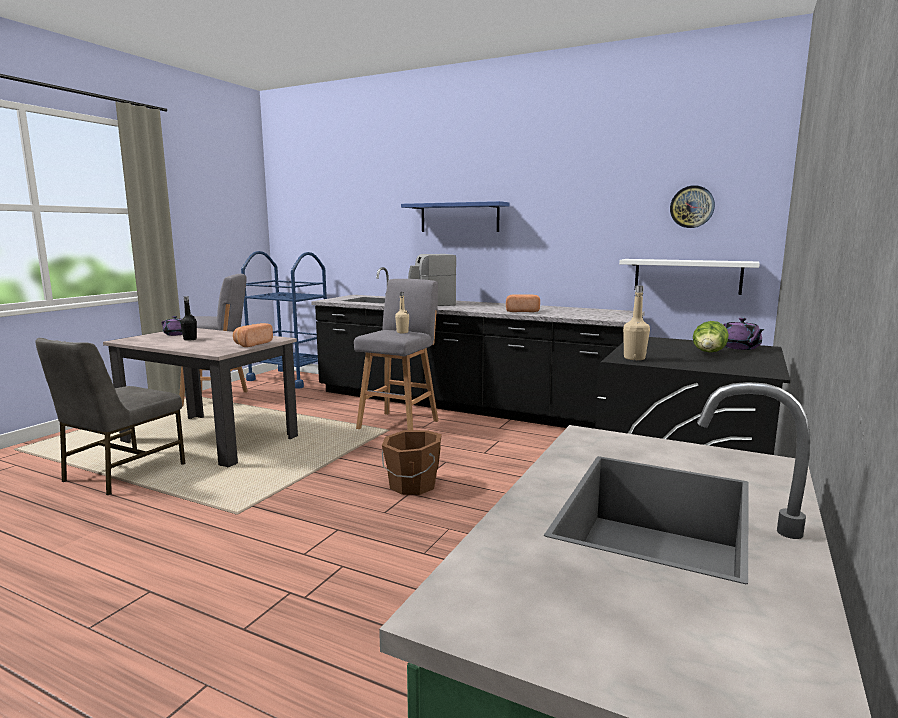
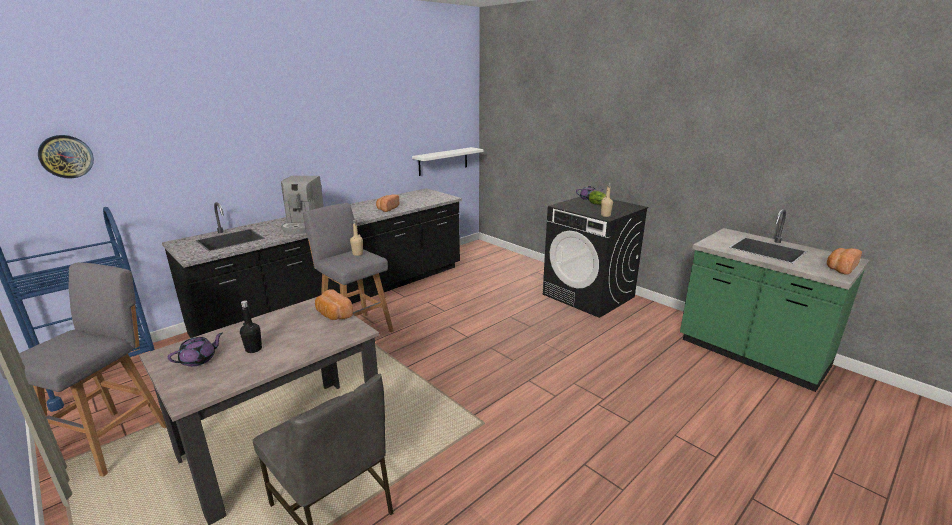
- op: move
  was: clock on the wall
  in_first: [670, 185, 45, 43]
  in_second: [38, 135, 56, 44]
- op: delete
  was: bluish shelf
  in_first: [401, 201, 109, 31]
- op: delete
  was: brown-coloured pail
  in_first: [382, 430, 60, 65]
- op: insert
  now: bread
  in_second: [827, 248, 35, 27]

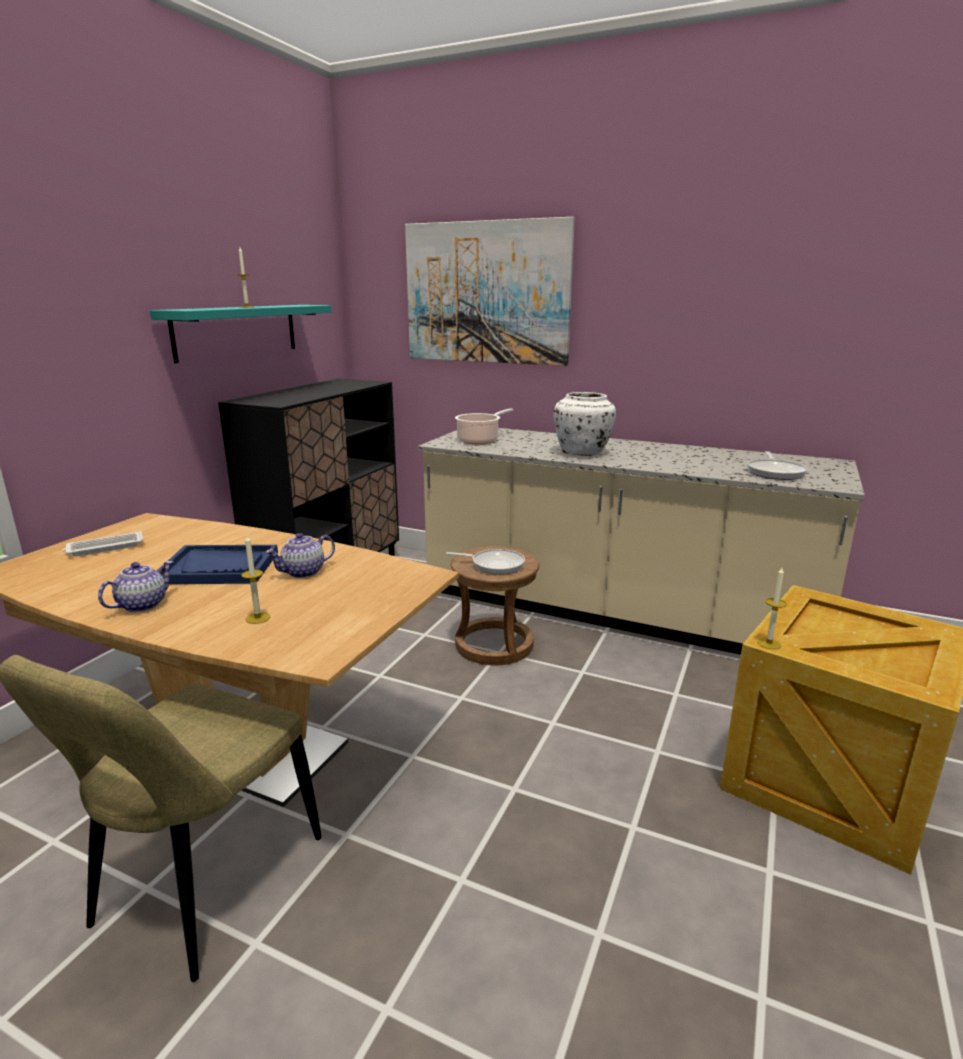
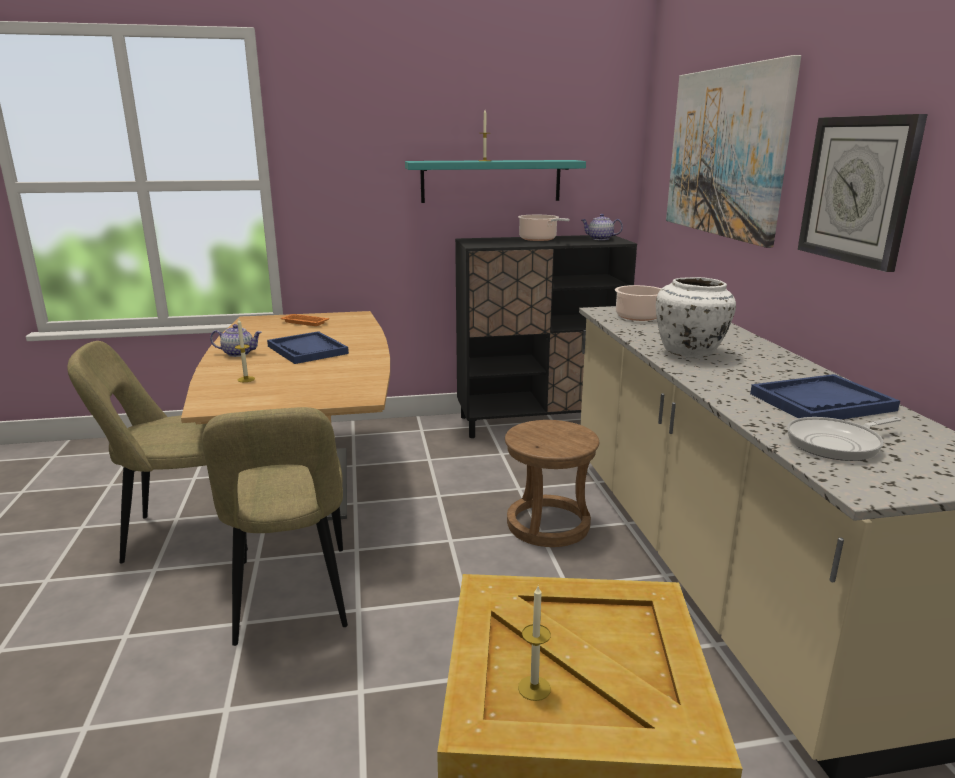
- op: recolor
  was: whitish tray
  now: orangey tray
  in_first: [62, 531, 82, 25]
  in_second: [281, 314, 48, 12]
- op: move
  was: teapot
  in_first: [266, 533, 69, 45]
  in_second: [581, 214, 42, 26]
- op: delete
  was: pan
  in_first: [446, 549, 79, 26]
- op: move
  was: candle
  in_first: [757, 568, 30, 81]
  in_second: [518, 586, 33, 115]
- op: insert
  now: clock on the wall
  in_second: [798, 114, 130, 158]
- op: insert
  now: saucepot
  in_second: [518, 215, 52, 26]
- op: insert
  now: bluish tray
  in_second: [750, 374, 150, 46]
- op: insert
  now: beige-coloured chair
  in_second: [202, 407, 146, 239]

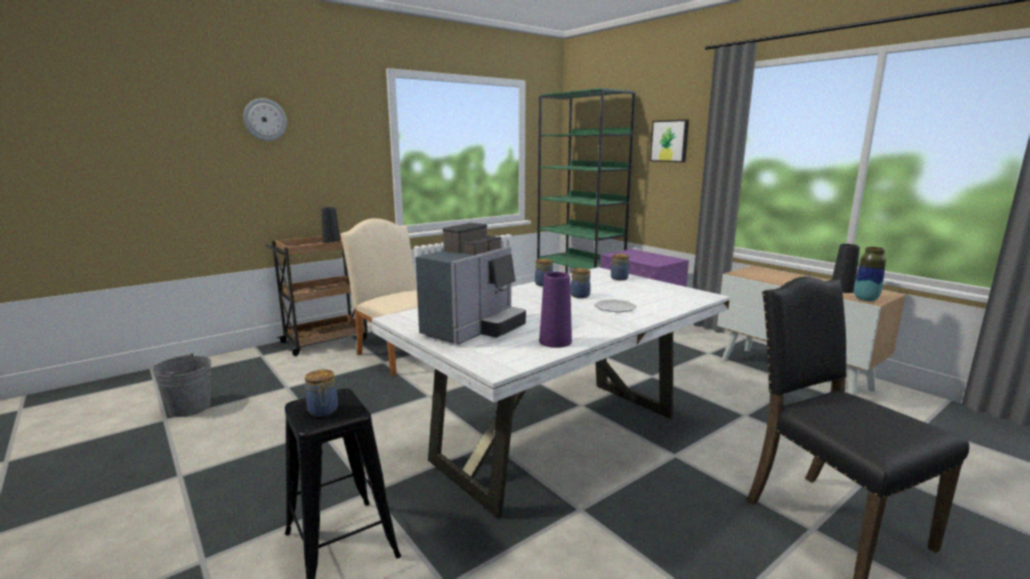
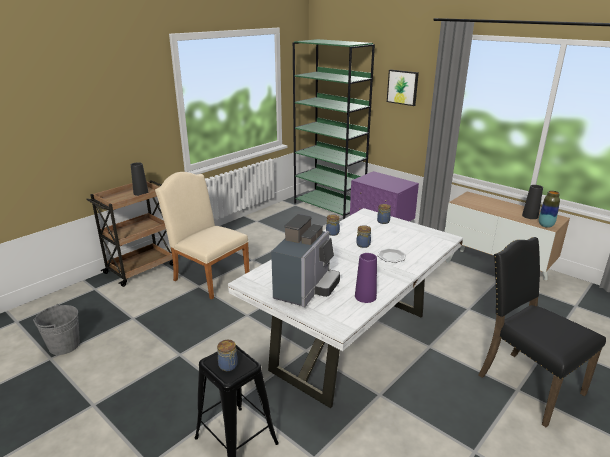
- op: delete
  was: clock on the wall
  in_first: [243, 98, 44, 43]

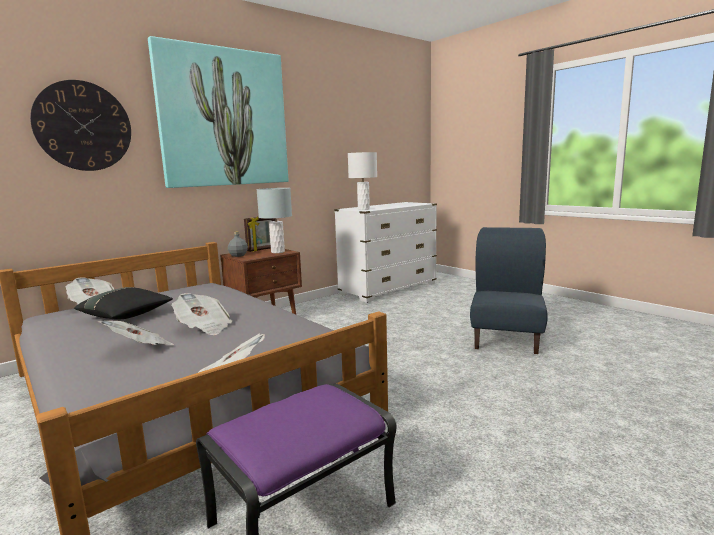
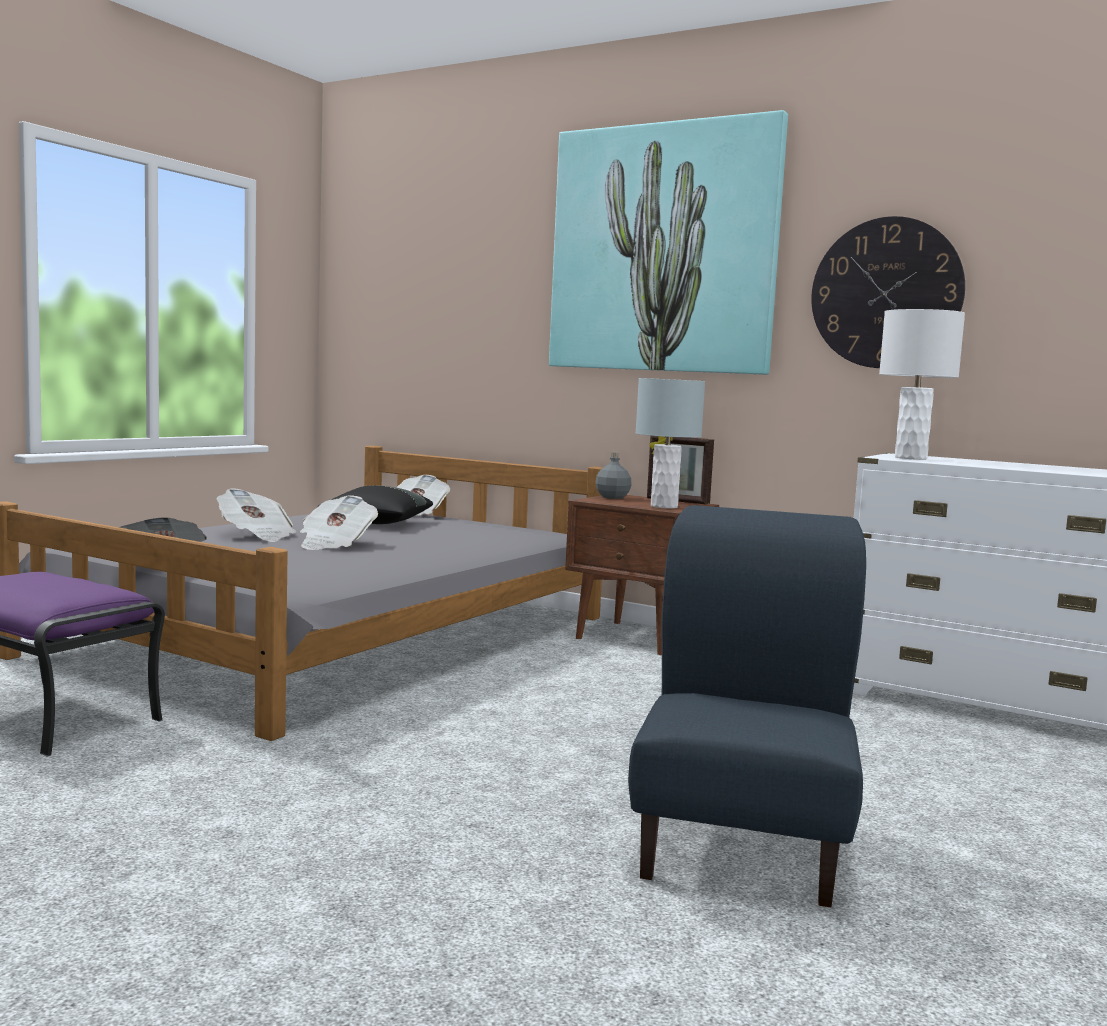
- op: move
  was: clock on the wall
  in_first: [30, 80, 101, 91]
  in_second: [811, 216, 154, 152]
- op: rotate
  was: bluish chair
  in_first: [470, 227, 78, 127]
  in_second: [628, 505, 238, 402]
  clockwise: -75

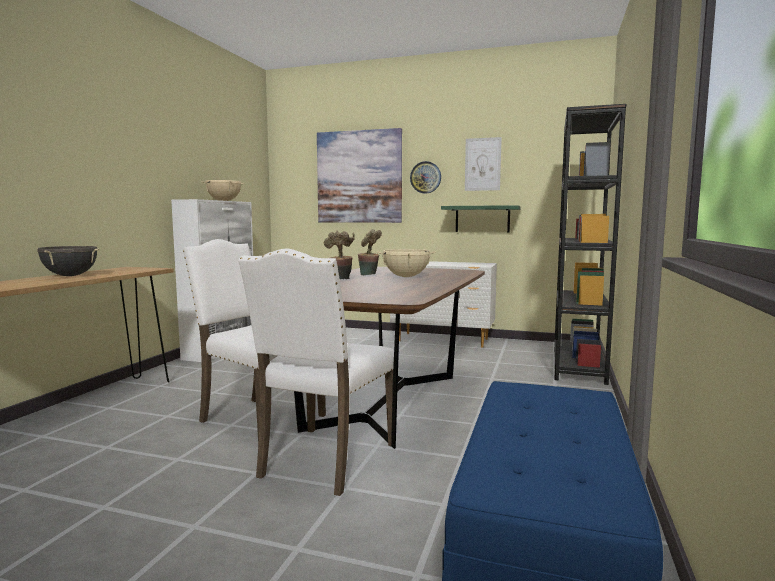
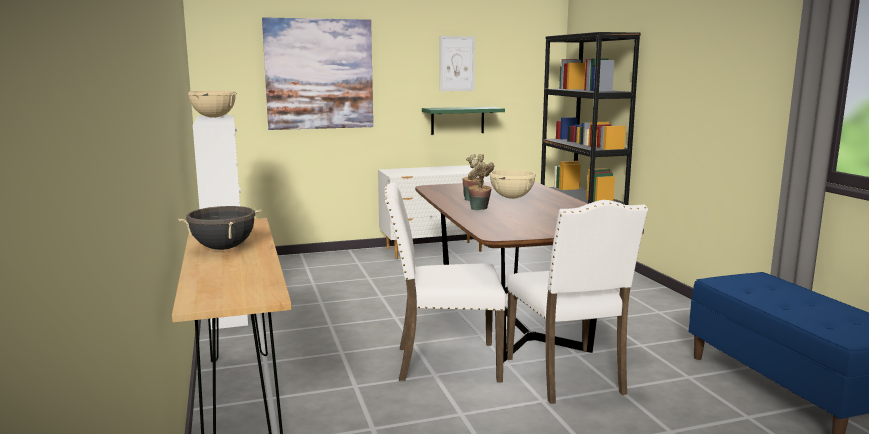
- op: delete
  was: clock on the wall
  in_first: [410, 161, 31, 33]

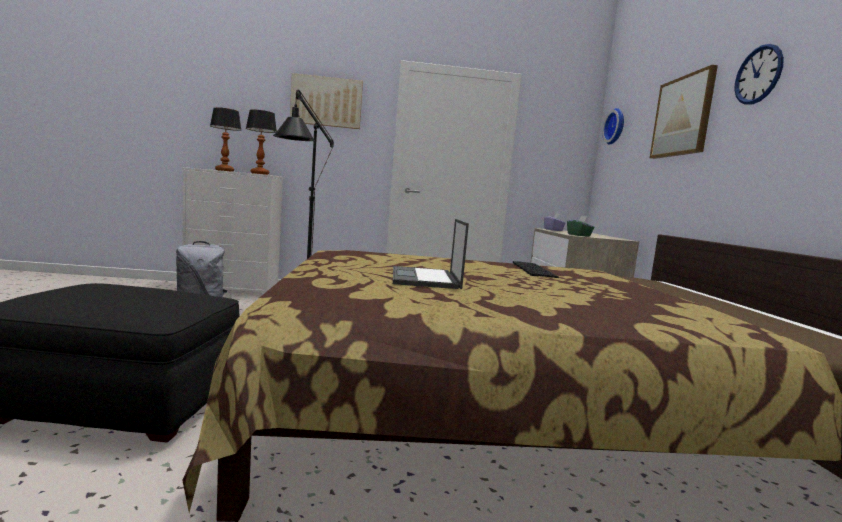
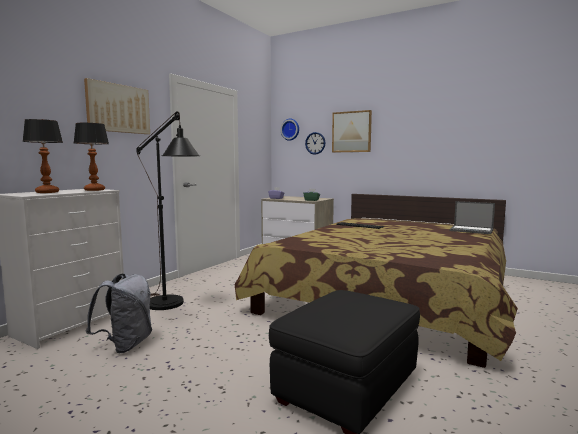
- op: move
  was: clock on the wall
  in_first: [734, 44, 50, 61]
  in_second: [305, 132, 20, 23]
- op: move
  was: laptop
  in_first: [393, 219, 76, 70]
  in_second: [450, 201, 45, 33]

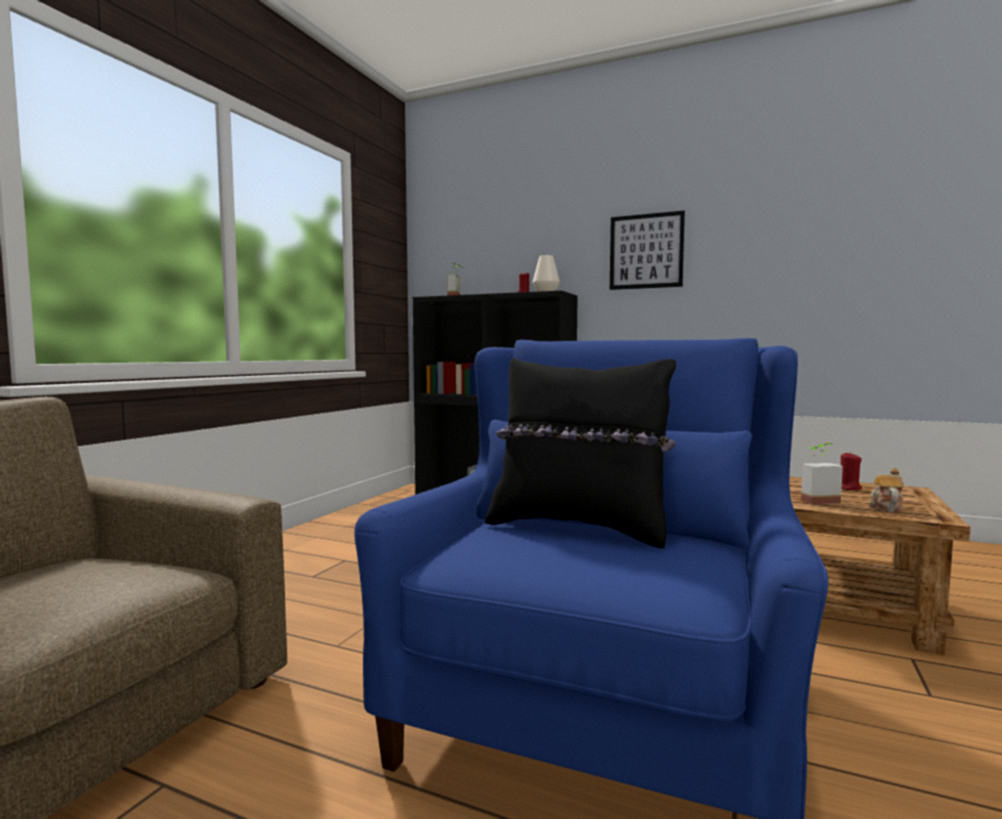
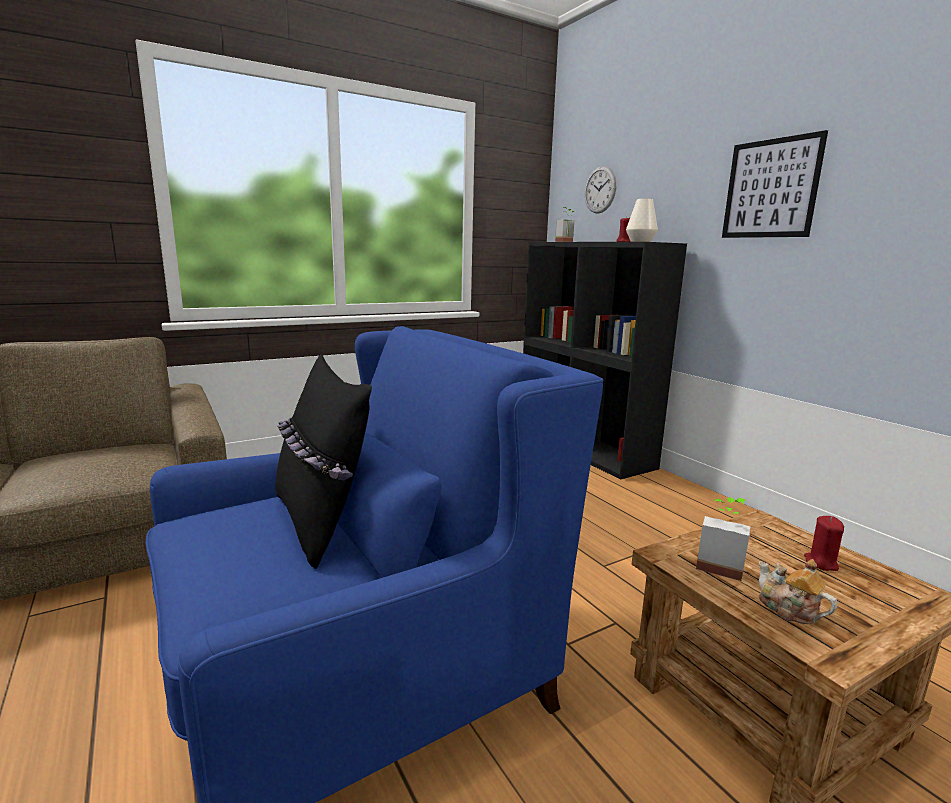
- op: rotate
  was: teapot
  in_first: [869, 468, 35, 44]
  in_second: [759, 559, 78, 65]
  clockwise: -90
- op: insert
  now: clock on the wall
  in_second: [585, 166, 31, 48]

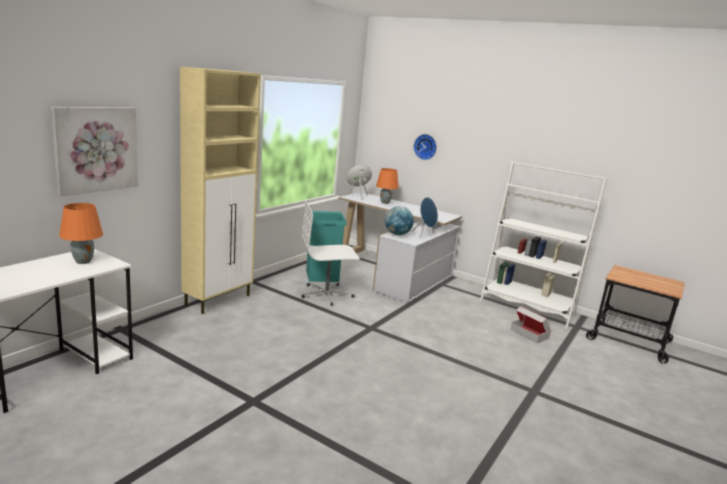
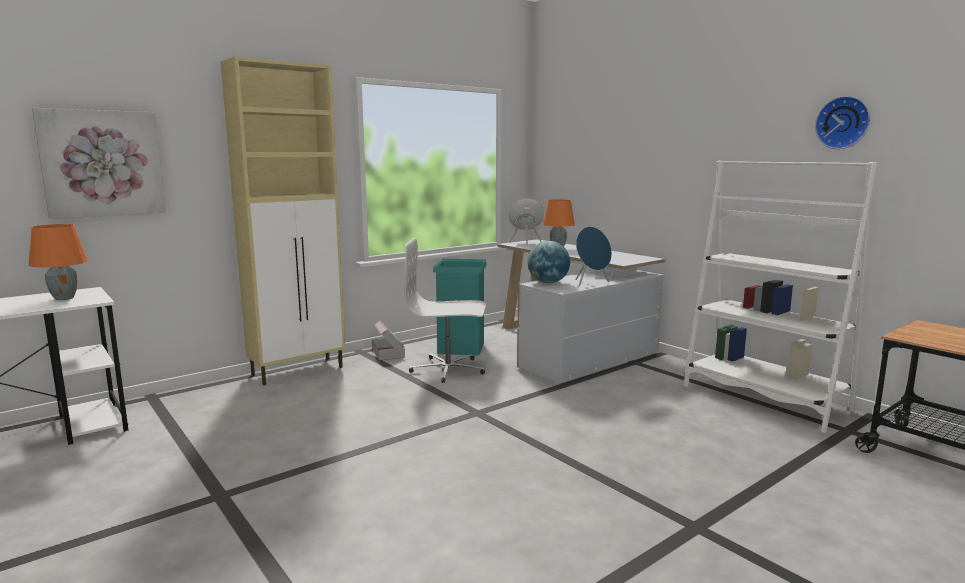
- op: move
  was: clock on the wall
  in_first: [414, 134, 23, 26]
  in_second: [815, 96, 55, 53]
- op: move
  was: carton
  in_first: [510, 306, 41, 37]
  in_second: [372, 320, 33, 40]

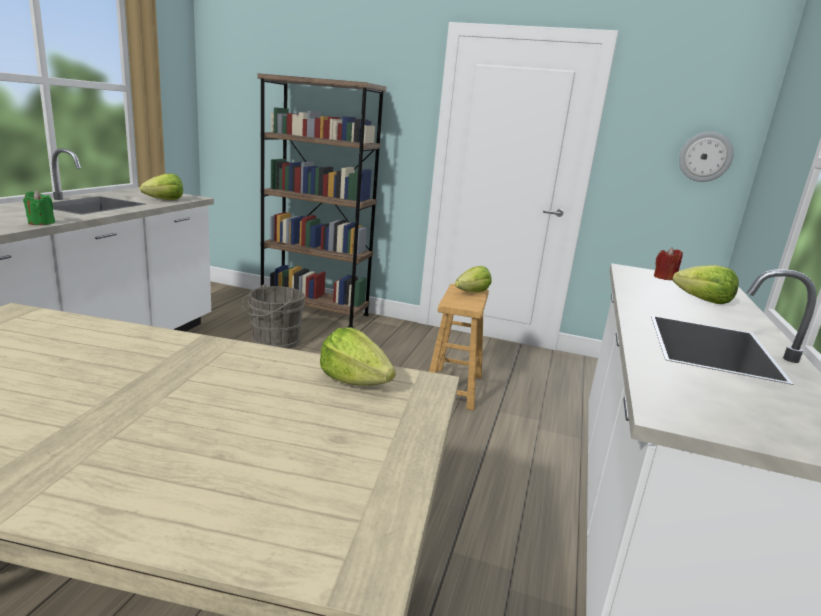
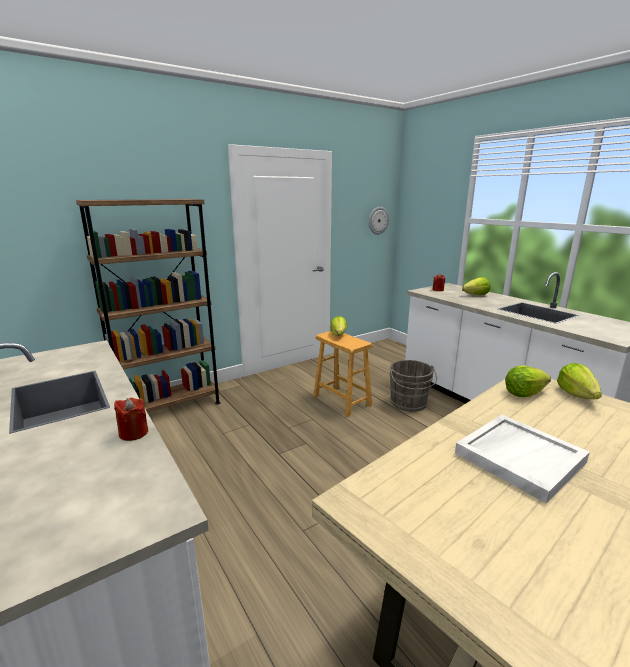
- op: move
  was: lettuce head
  in_first: [140, 174, 43, 26]
  in_second: [557, 363, 45, 36]
- op: recolor
  was: green candle
  now: reddish candle
  in_first: [23, 190, 32, 35]
  in_second: [114, 398, 34, 43]
- op: move
  was: greyish pail
  in_first: [241, 284, 64, 65]
  in_second: [389, 360, 48, 52]
- op: insert
  now: whitish tray
  in_second: [455, 415, 135, 88]

